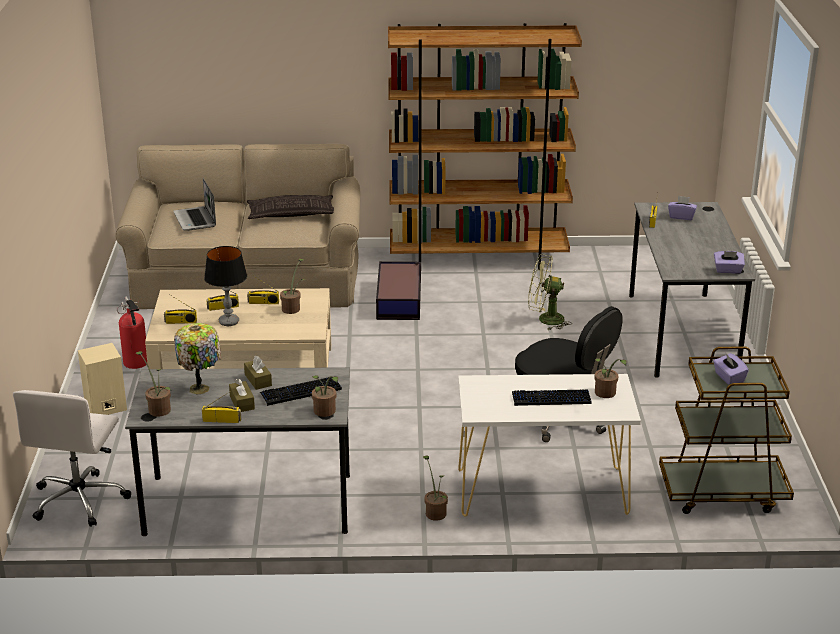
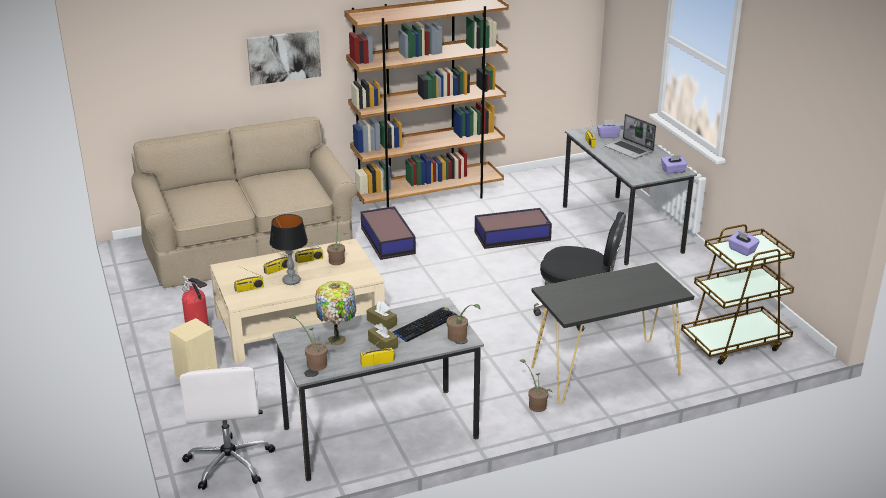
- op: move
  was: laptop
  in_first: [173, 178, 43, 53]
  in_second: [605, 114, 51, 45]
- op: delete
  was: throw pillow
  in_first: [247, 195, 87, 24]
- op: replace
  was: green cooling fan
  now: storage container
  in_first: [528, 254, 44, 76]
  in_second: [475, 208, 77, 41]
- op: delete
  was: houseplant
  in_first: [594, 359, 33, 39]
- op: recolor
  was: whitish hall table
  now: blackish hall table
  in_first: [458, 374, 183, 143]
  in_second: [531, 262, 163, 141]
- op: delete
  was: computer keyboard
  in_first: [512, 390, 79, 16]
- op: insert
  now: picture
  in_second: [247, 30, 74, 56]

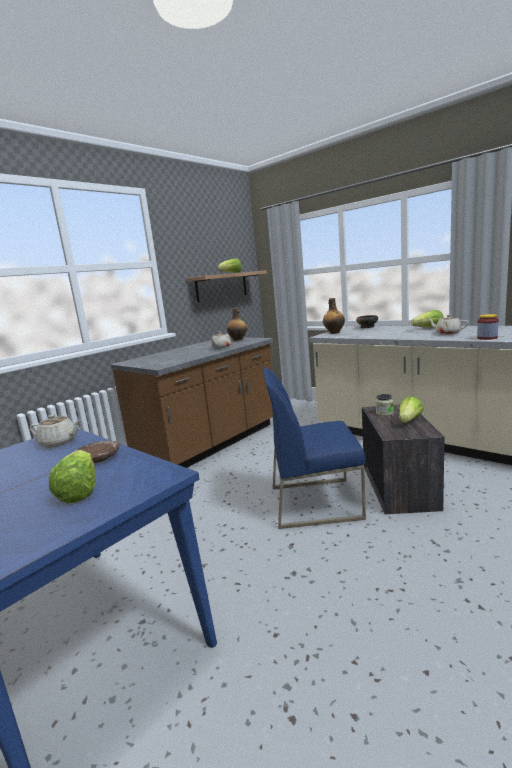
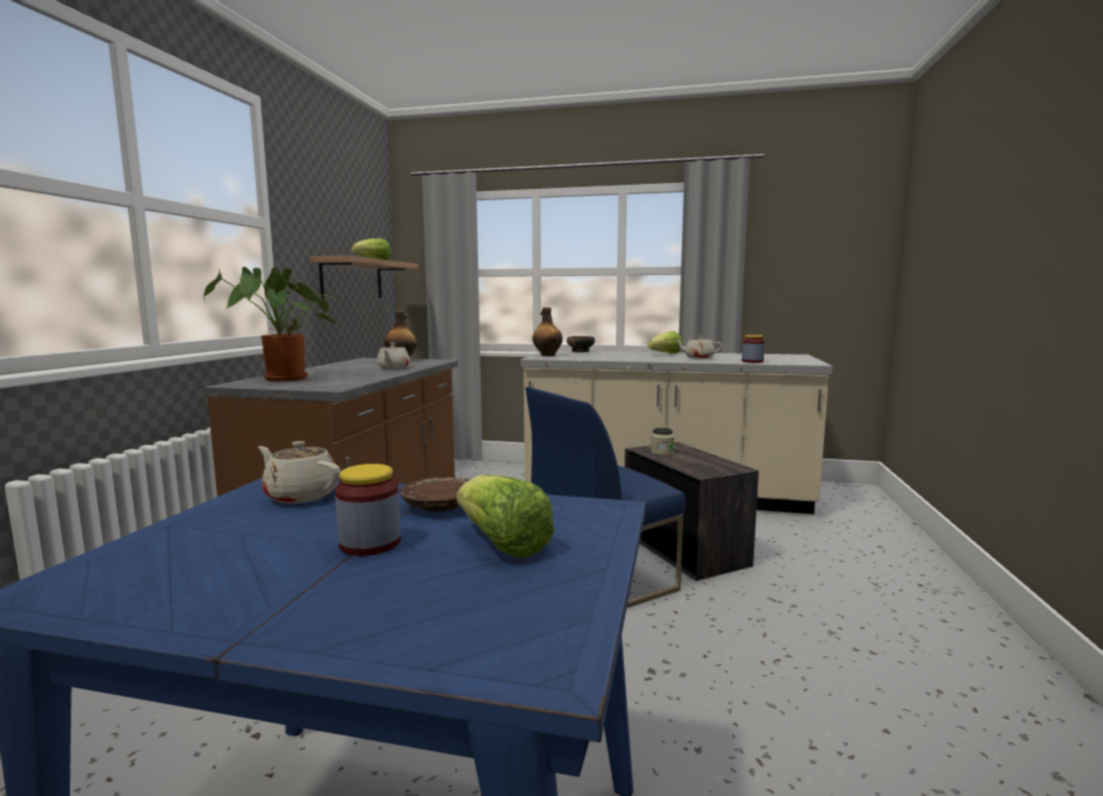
- op: delete
  was: lettuce head
  in_first: [399, 396, 25, 27]
- op: rotate
  was: beige-coloured teapot
  in_first: [30, 414, 51, 33]
  in_second: [258, 441, 83, 63]
  clockwise: -135
- op: insert
  now: houseplant
  in_second: [204, 267, 133, 114]
- op: insert
  now: storage jar
  in_second: [335, 464, 66, 92]

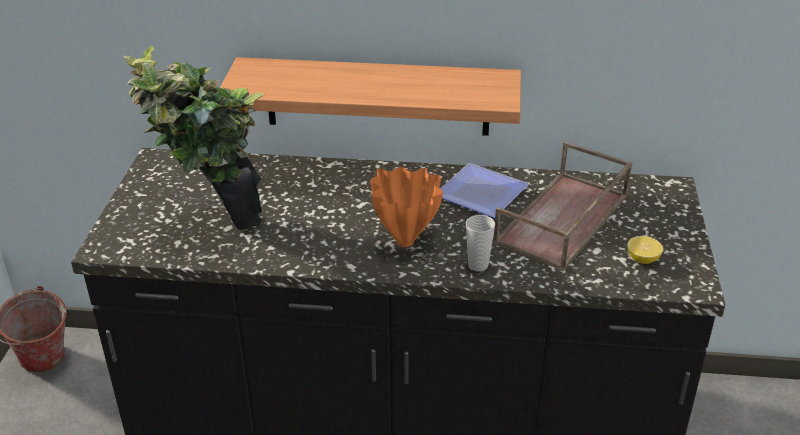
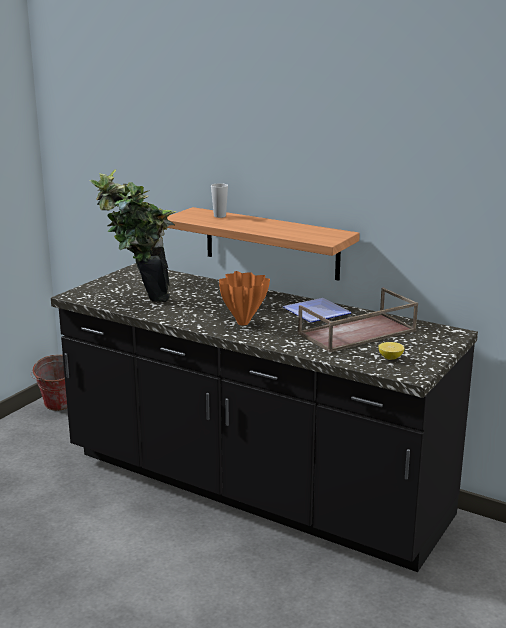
- op: move
  was: cup
  in_first: [466, 215, 29, 56]
  in_second: [211, 183, 17, 35]

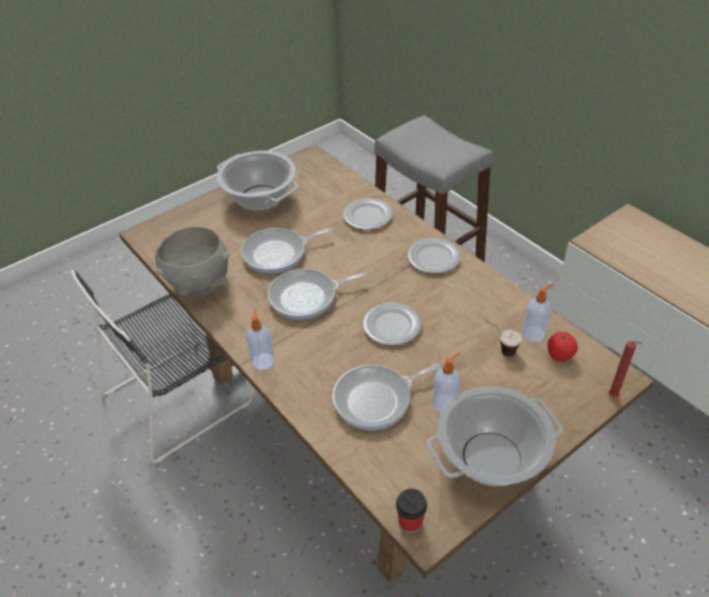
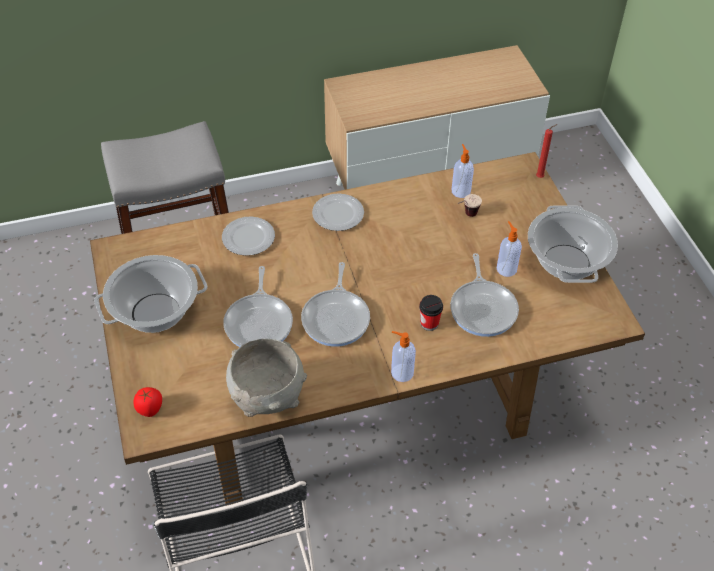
- op: delete
  was: flat dish
  in_first: [363, 302, 59, 43]
- op: move
  was: whole tomato
  in_first: [548, 332, 30, 29]
  in_second: [134, 387, 28, 30]
- op: move
  was: cup
  in_first: [396, 489, 31, 44]
  in_second: [419, 295, 24, 36]

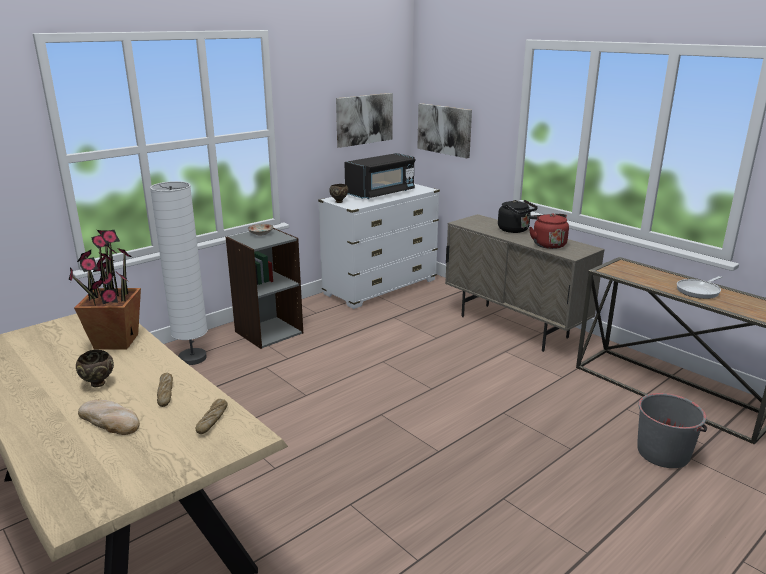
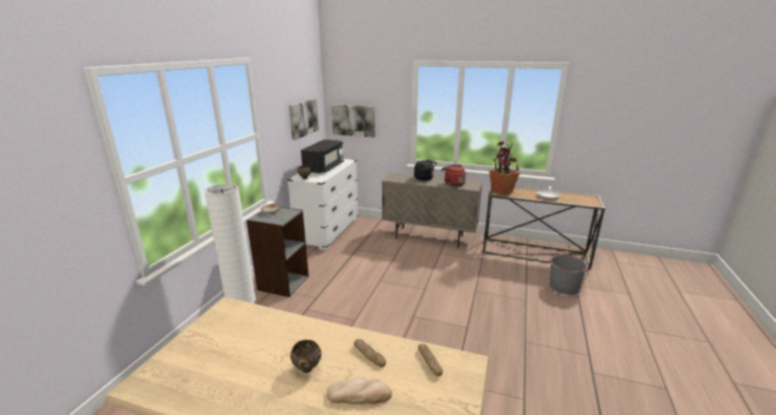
- op: move
  was: houseplant
  in_first: [69, 230, 72, 120]
  in_second: [489, 141, 31, 54]

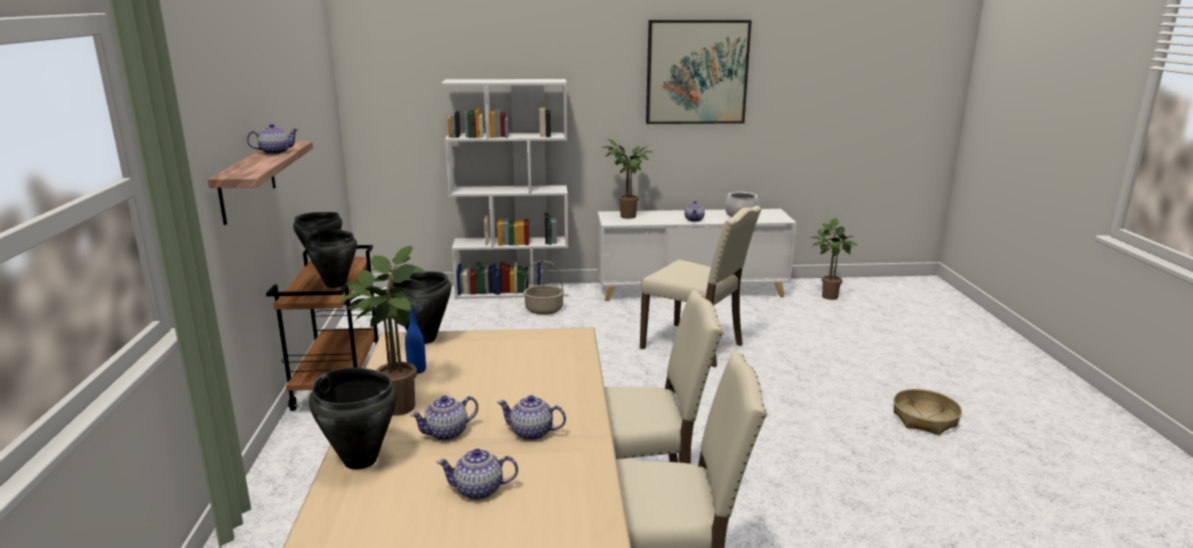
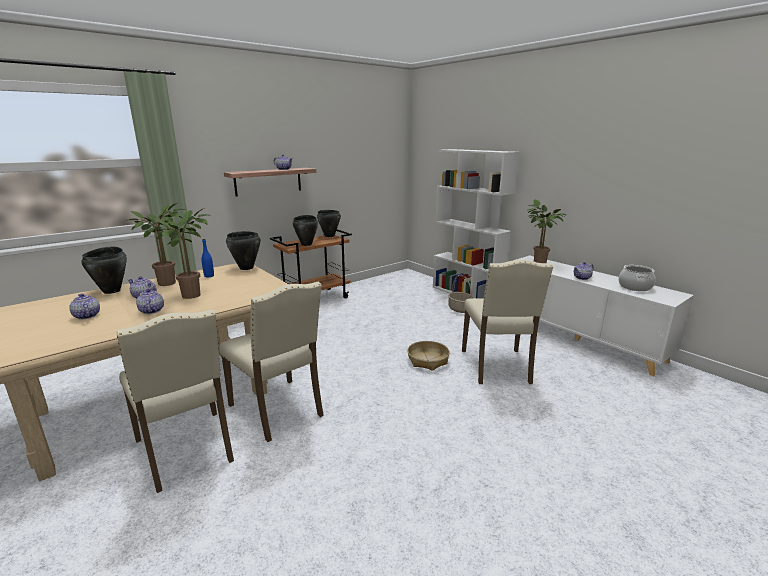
- op: delete
  was: picture
  in_first: [646, 20, 106, 104]
- op: move
  was: houseplant
  in_first: [810, 218, 48, 82]
  in_second: [149, 208, 61, 91]
- op: move
  was: basket
  in_first: [893, 389, 69, 46]
  in_second: [407, 341, 43, 30]

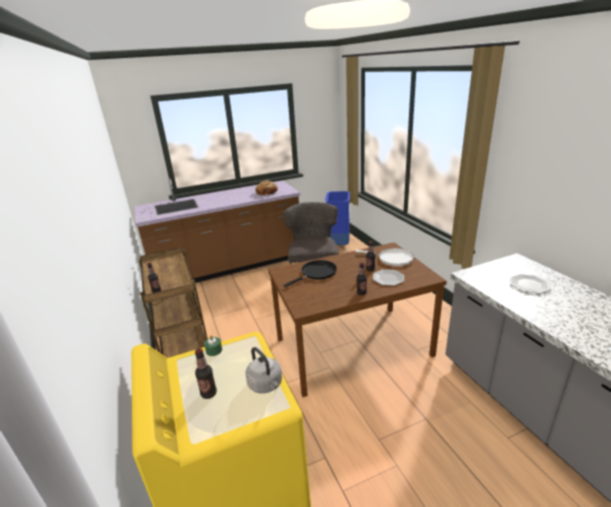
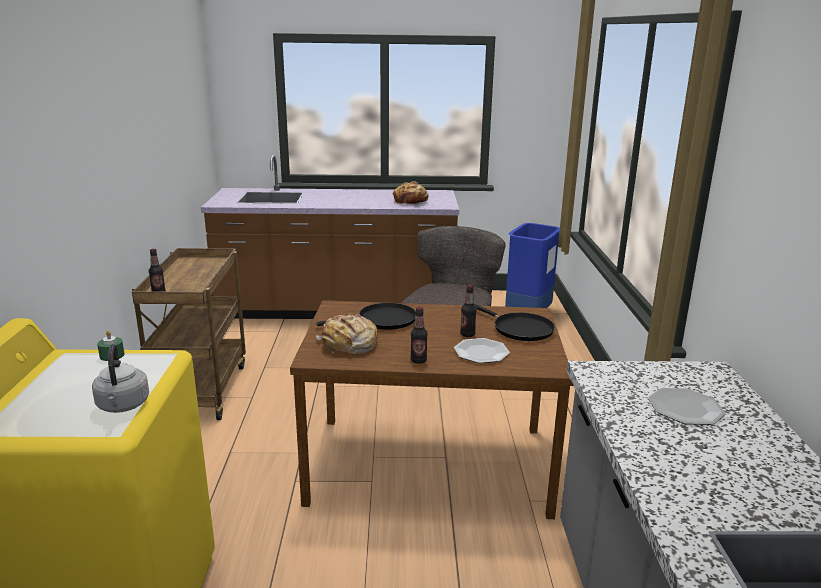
- op: recolor
  was: whitish pan
  now: blackish pan
  in_first: [355, 248, 59, 18]
  in_second: [474, 304, 81, 37]
- op: delete
  was: drink bottle
  in_first: [195, 348, 22, 51]
- op: insert
  now: bread
  in_second: [316, 313, 62, 41]

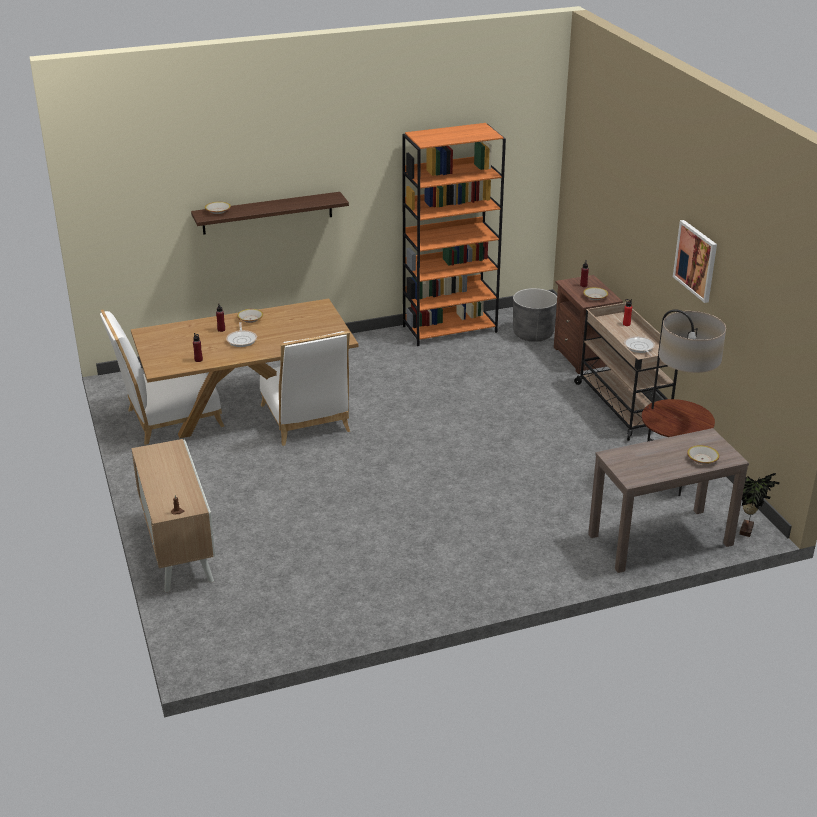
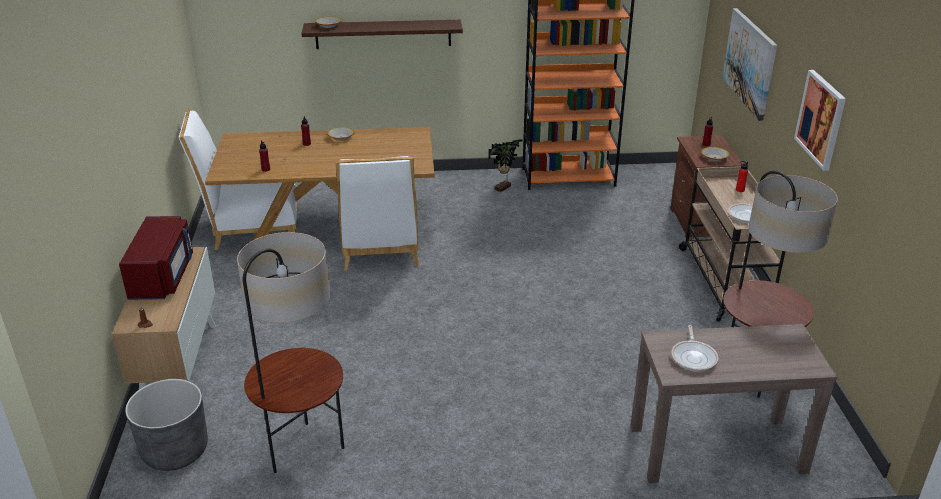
- op: move
  was: greyish flower pot
  in_first: [513, 288, 44, 54]
  in_second: [125, 379, 83, 92]
- op: move
  was: pan
  in_first: [226, 322, 31, 25]
  in_second: [671, 325, 47, 47]
- op: delete
  was: deep dish
  in_first: [687, 445, 32, 19]
- op: move
  was: houseplant
  in_first: [739, 473, 41, 64]
  in_second: [488, 139, 35, 53]
- op: insert
  now: picture
  in_second: [722, 8, 55, 113]
- op: insert
  now: reddish microwave oven
  in_second: [119, 216, 74, 84]
- op: insert
  now: standard lamp
  in_second: [237, 232, 107, 241]

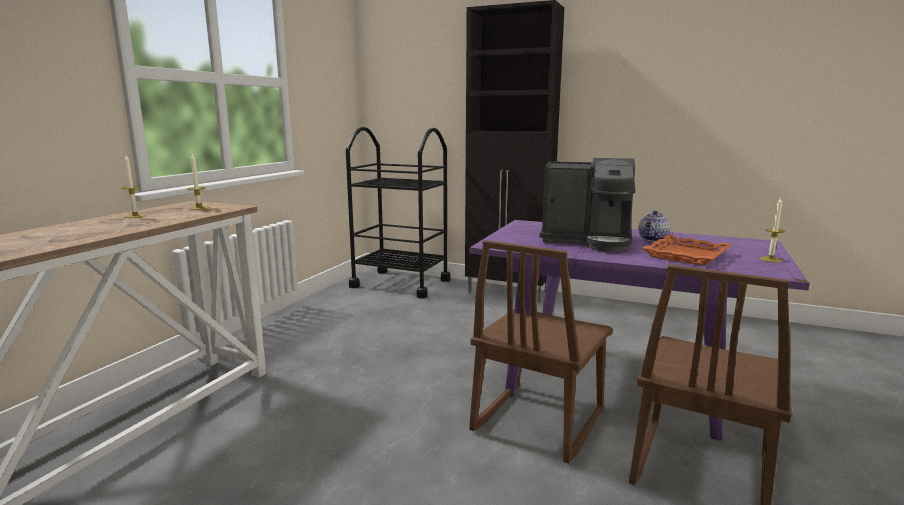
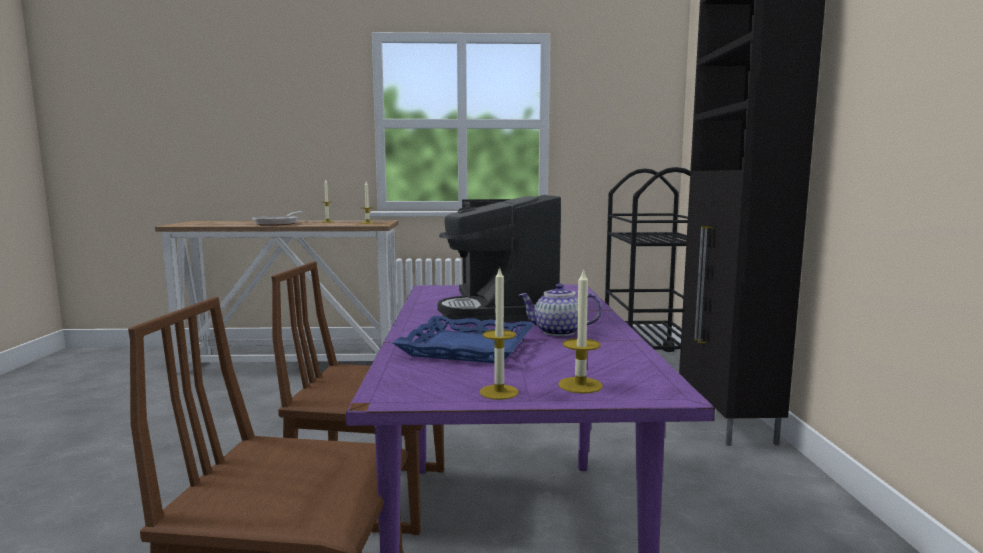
- op: recolor
  was: orangey tray
  now: bluish tray
  in_first: [643, 235, 89, 31]
  in_second: [393, 316, 142, 47]
- op: insert
  now: pan
  in_second: [252, 211, 50, 15]
- op: insert
  now: candle
  in_second: [558, 268, 45, 125]

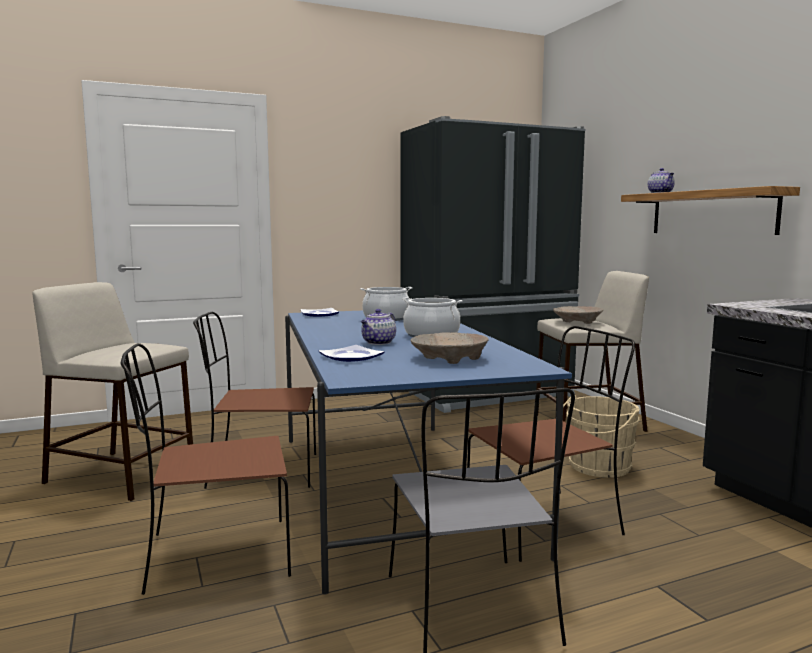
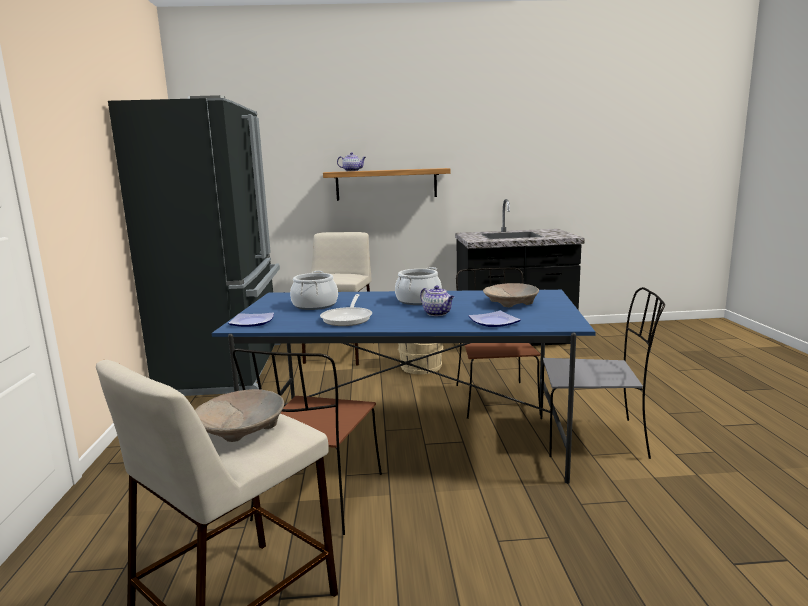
- op: move
  was: beige-coloured deep dish
  in_first: [553, 306, 50, 18]
  in_second: [195, 389, 89, 53]
- op: delete
  was: brown-coloured chair
  in_first: [121, 343, 170, 252]
- op: insert
  now: pan
  in_second: [320, 294, 52, 32]

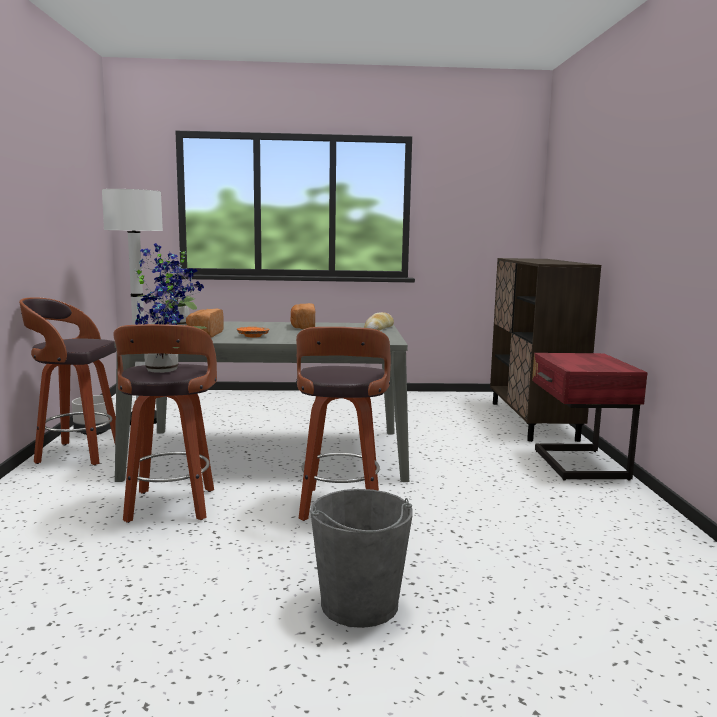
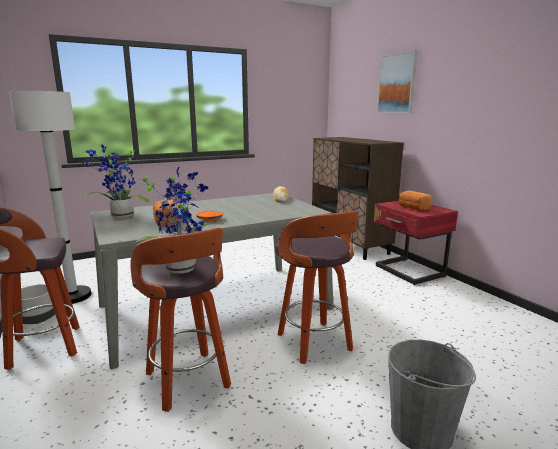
- op: move
  was: bread
  in_first: [290, 303, 25, 26]
  in_second: [399, 191, 33, 19]
- op: insert
  now: picture
  in_second: [377, 50, 41, 63]

